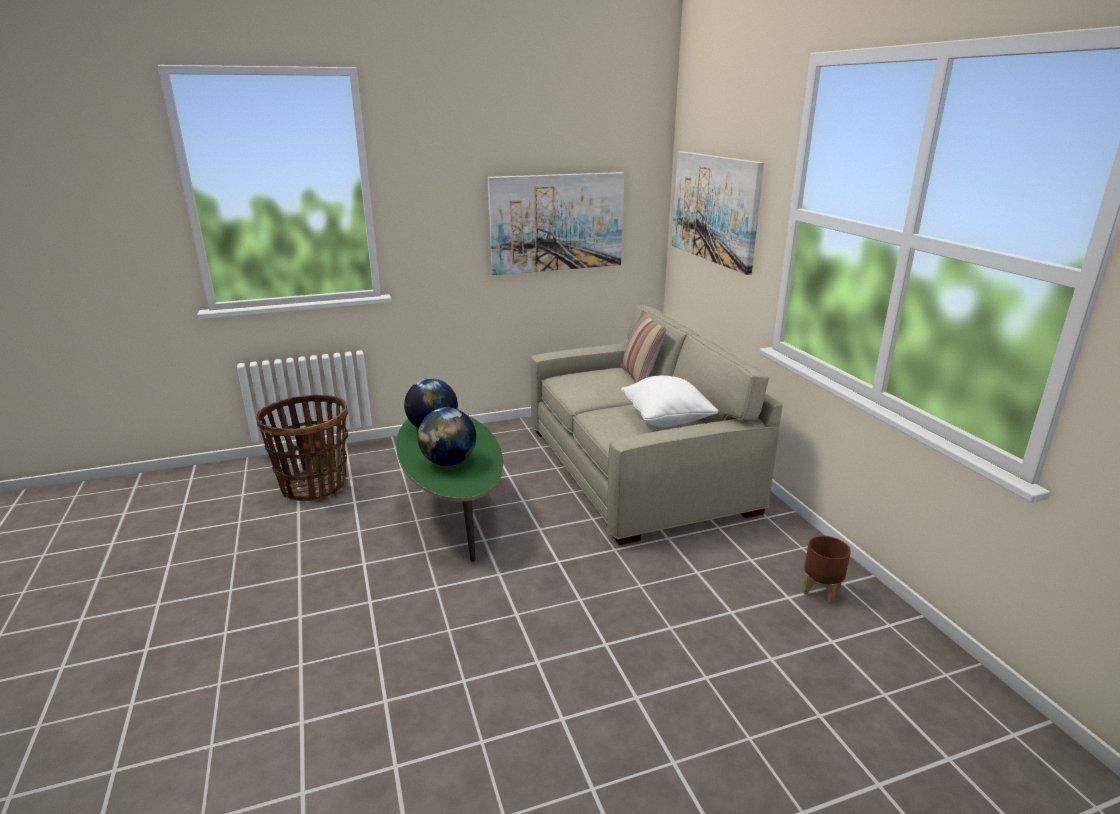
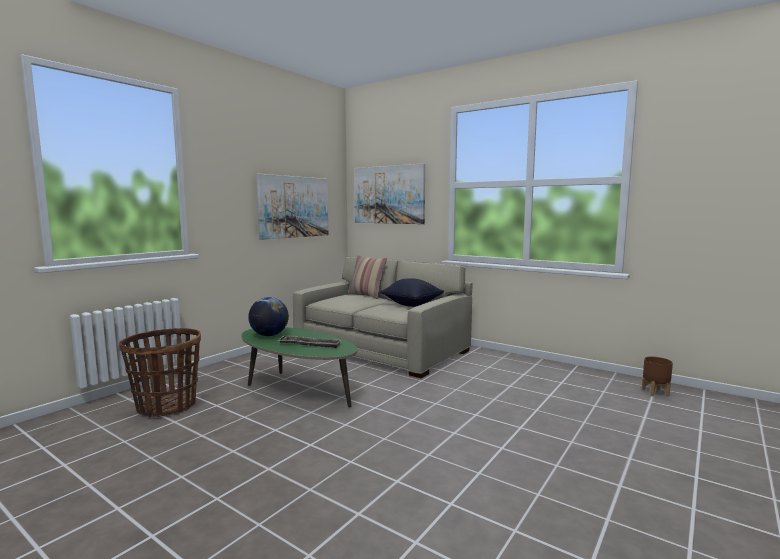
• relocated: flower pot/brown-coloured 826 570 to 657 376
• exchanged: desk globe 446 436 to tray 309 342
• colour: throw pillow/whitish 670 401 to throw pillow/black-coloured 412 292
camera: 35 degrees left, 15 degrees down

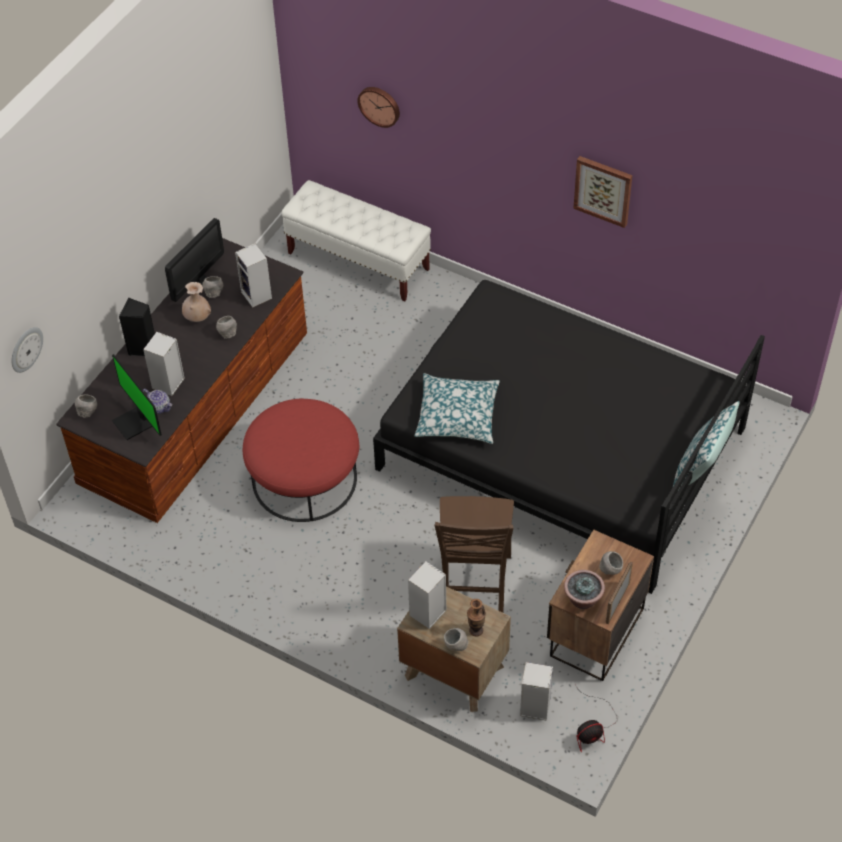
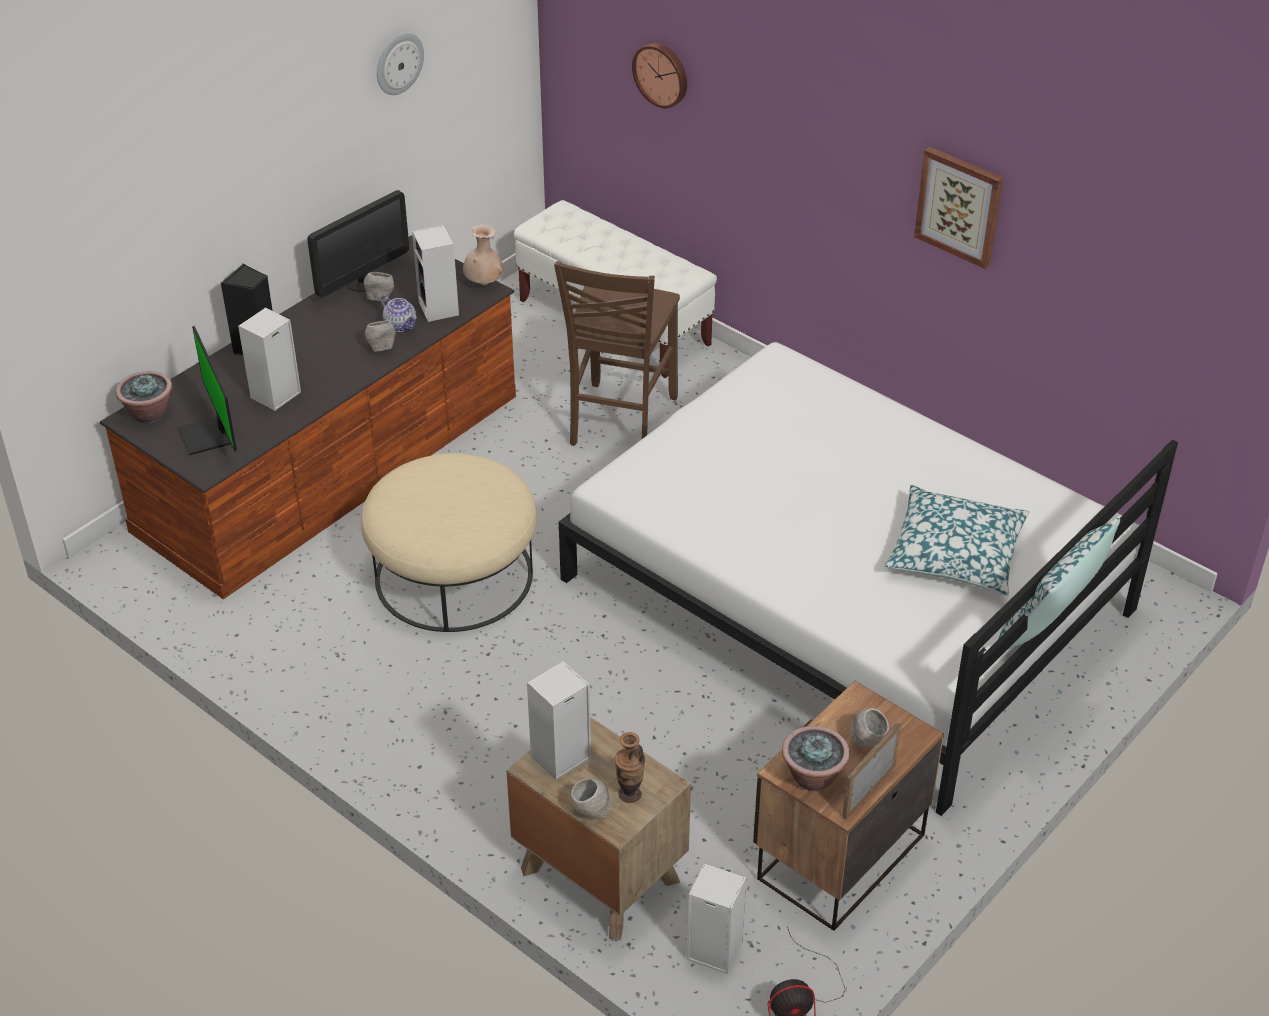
• relocated: clock on the wall 27 350 to 400 64
• relocated: pot for tea 157 401 to 399 313
• relocated: decorative vase/beige-coloured 196 302 to 483 254
• relocated: throw pillow 457 408 to 957 540
• relocated: upright chair/brown-coloured 474 554 to 617 353
• exchanged: deep dish/grey 86 406 to potted plant 143 397
• colour: ottoman/reddish 301 460 to ottoman/beige-coloured 449 542
• colour: bedroom bed/black-coloured 569 437 to bedroom bed/whitish 868 579
camera: 10 degrees right, 10 degrees down

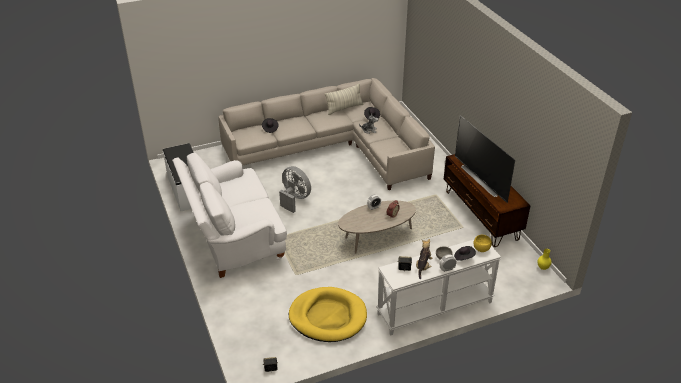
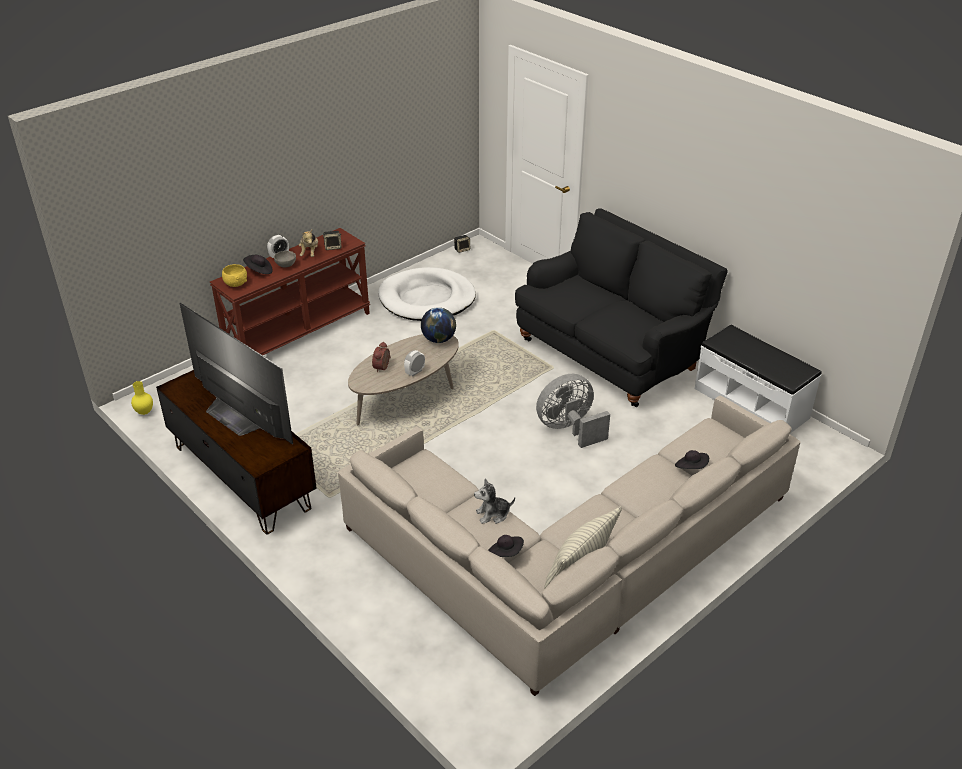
• appeared: desk globe 438 325
• colour: couch/whitish 229 215 to couch/black-coloured 621 307
• colour: dog cushion/yellow 328 314 to dog cushion/whitish 427 294
• colour: hall table/whitish 439 288 to hall table/brown-coloured 290 291
• spun: cooling fan/grey 295 189 = 573 411 135 degrees clockwise
camera: 160 degrees right, 0 degrees up

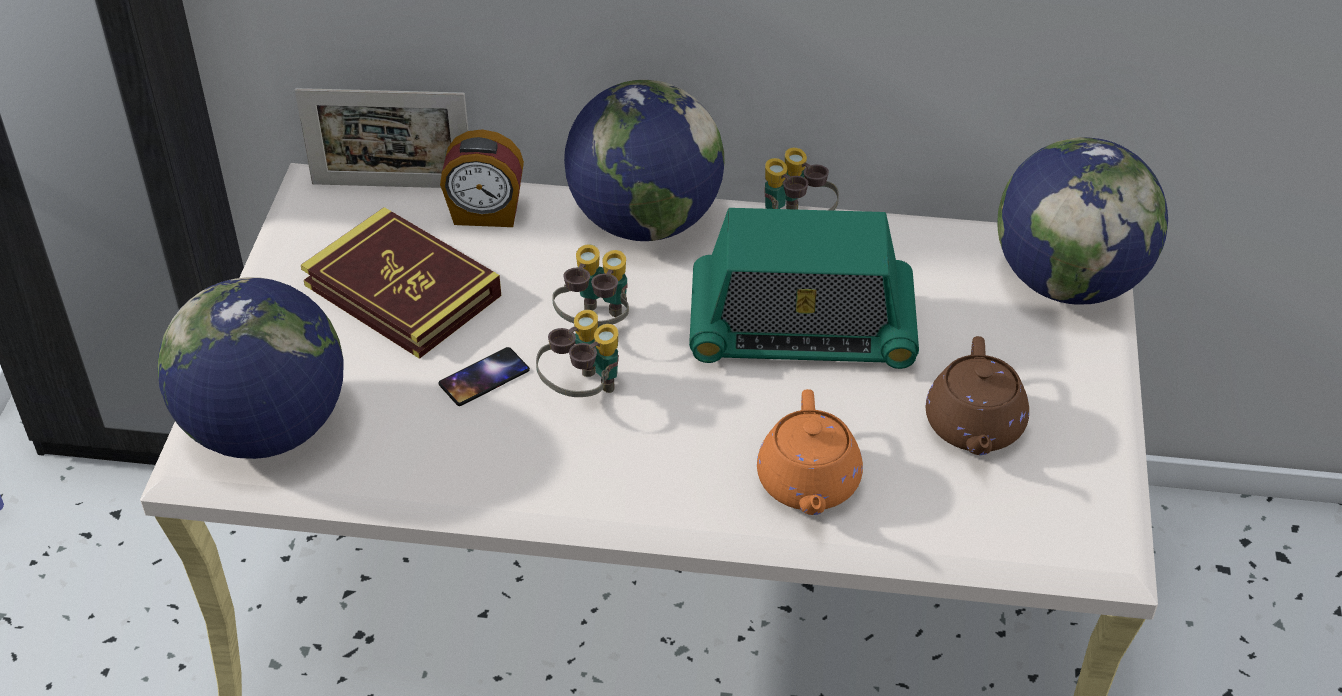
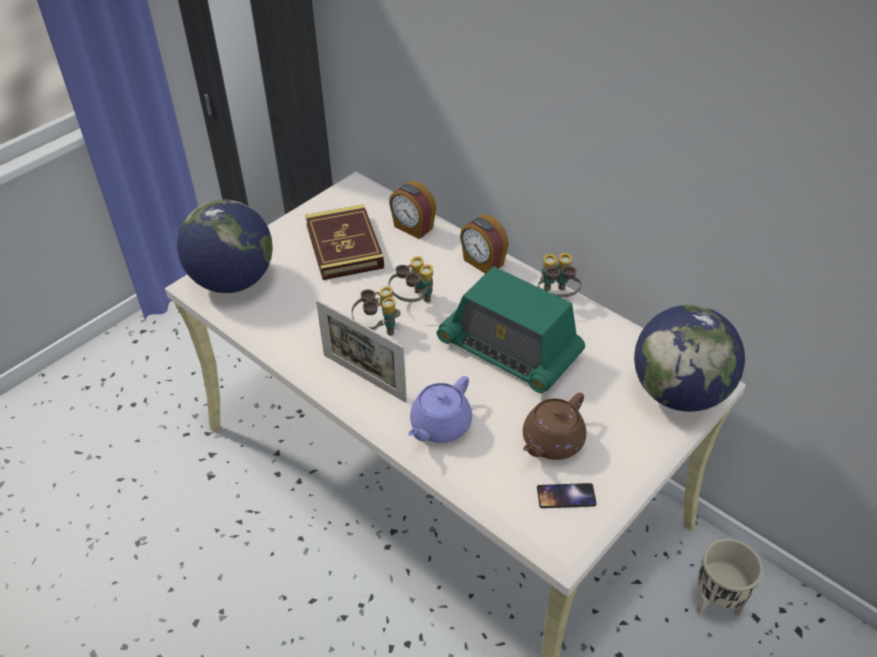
• appeared: flower pot/beige-coloured 729 577
• relocated: standing frame 381 138 to 361 351
• relocated: phone 484 376 to 566 495
• exchanged: desk globe 644 160 to table clock 484 244
• colour: pot for tea/orange 810 452 to pot for tea/purple 440 409
camera: 35 degrees right, 0 degrees up

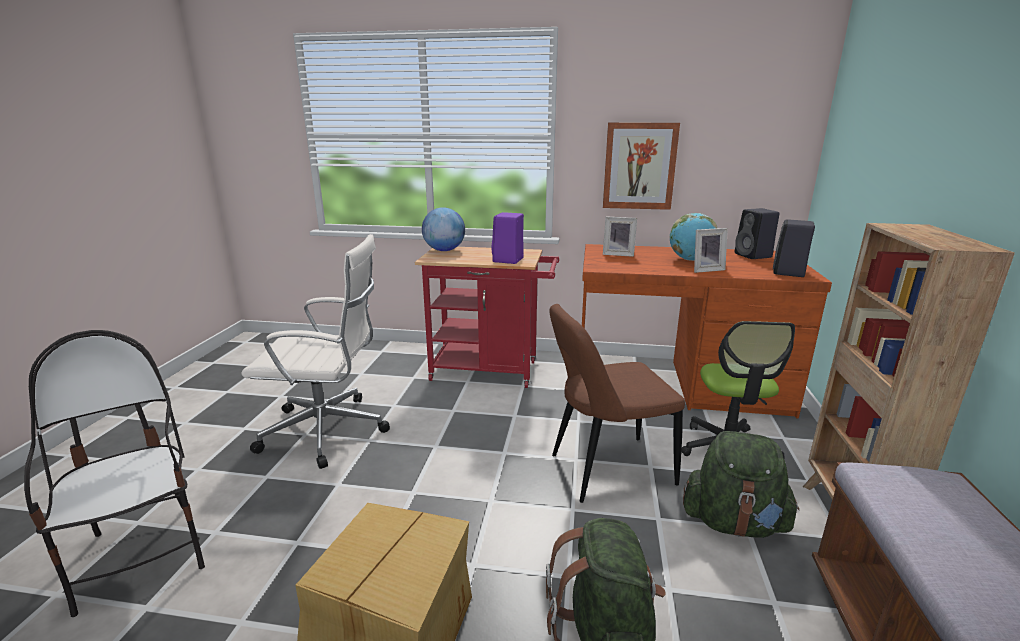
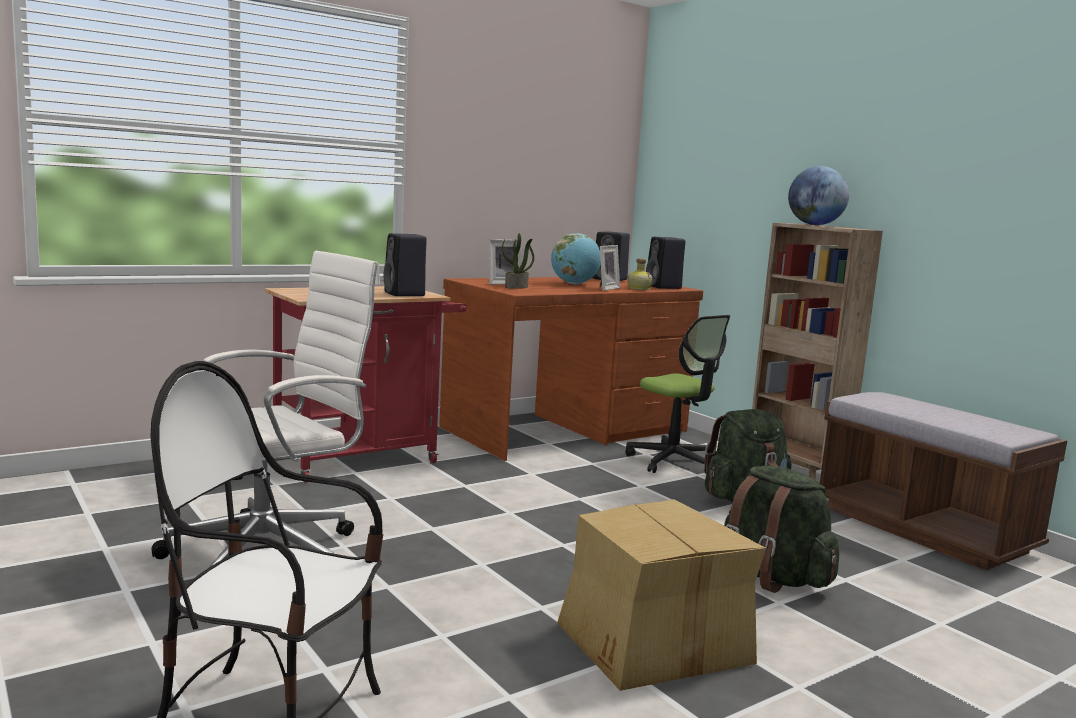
• missing: upright chair/brown-coloured 617 403
• missing: picture 641 166
• appeared: potted plant 518 261
• appeared: bottle 640 274
• relocated: desk globe 443 229 to 818 195
• colour: speaker/purple 508 238 to speaker/black-coloured 405 264
camera: 45 degrees left, 10 degrees down

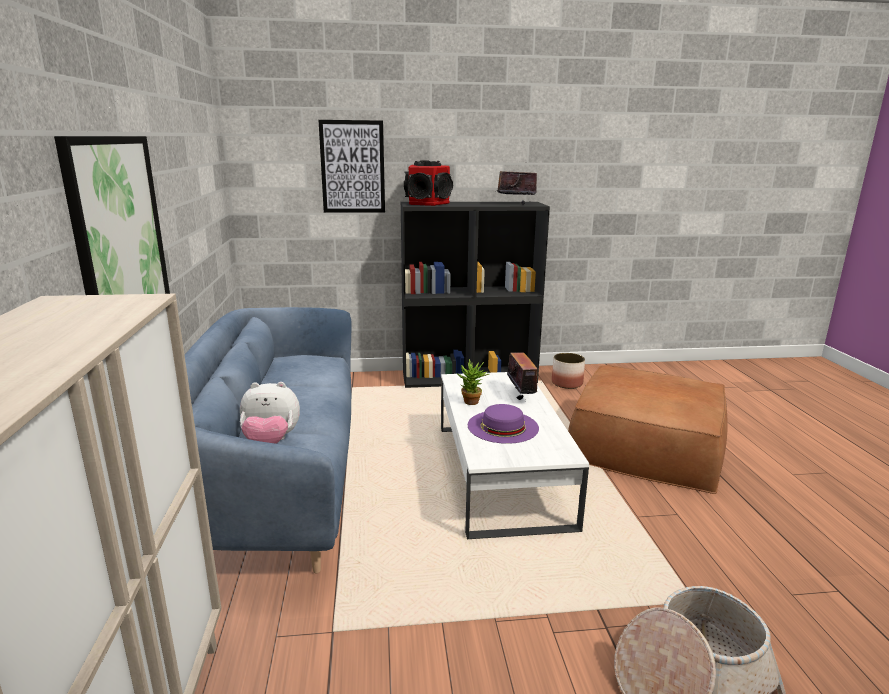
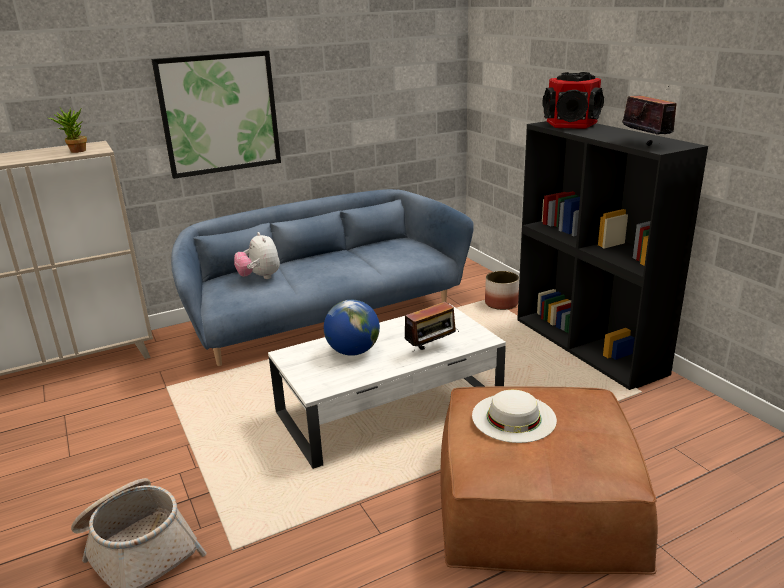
• missing: picture 351 166
• appeared: clothing hat/whitish 514 416
• relocated: potted plant 473 382 to 67 130
• relocated: flower pot 568 371 to 502 290
• exchanged: clothing hat/purple 503 424 to desk globe 352 328
camera: 70 degrees right, 5 degrees up

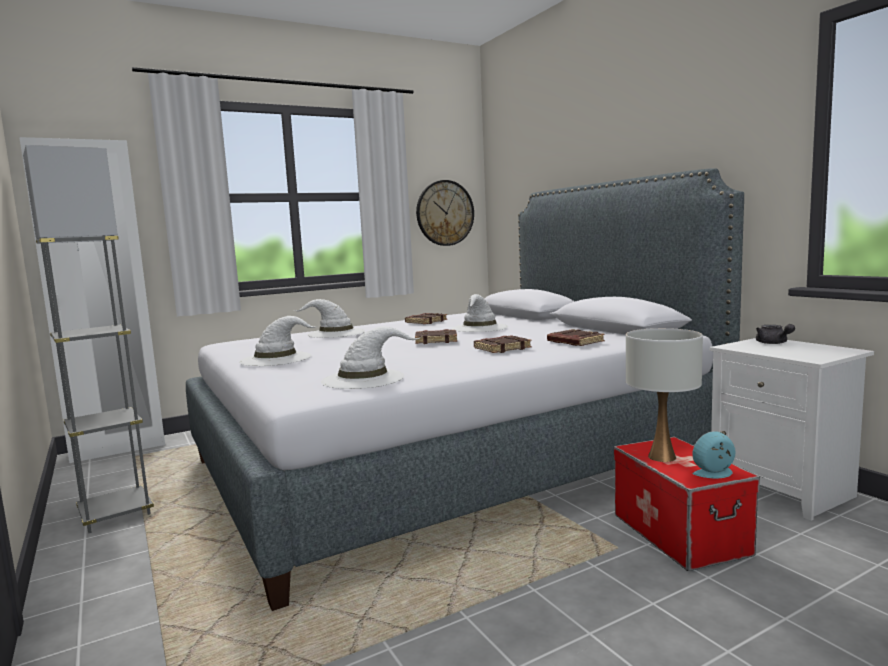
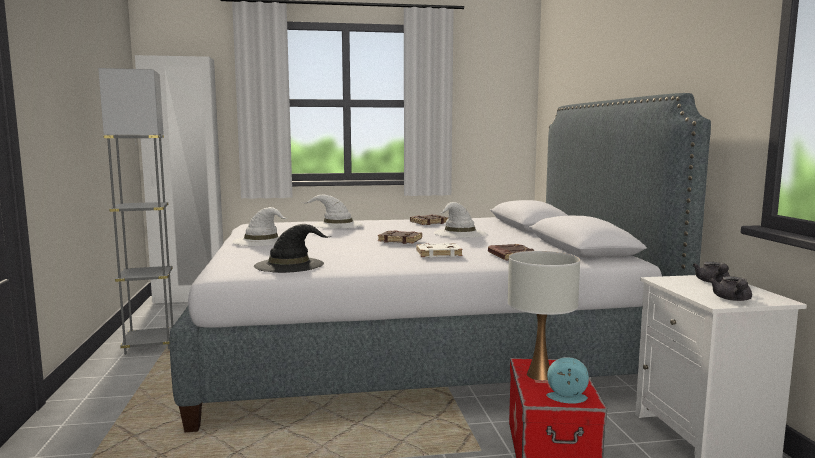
• missing: clock on the wall 445 213
• appeared: pot for tea/grey 730 288
• colour: clothing hat/whitish 370 357 to clothing hat/black-coloured 292 248
• colour: bound book/brown-coloured 503 344 to bound book/whitish 439 250
camera: 20 degrees right, 0 degrees up

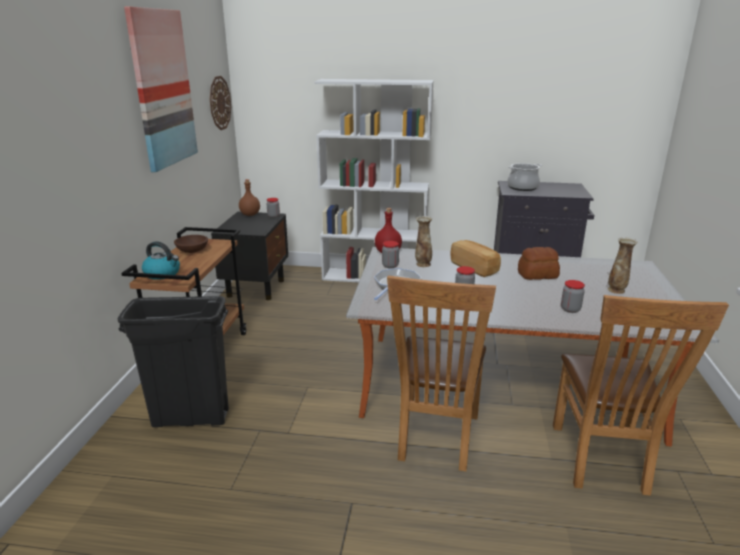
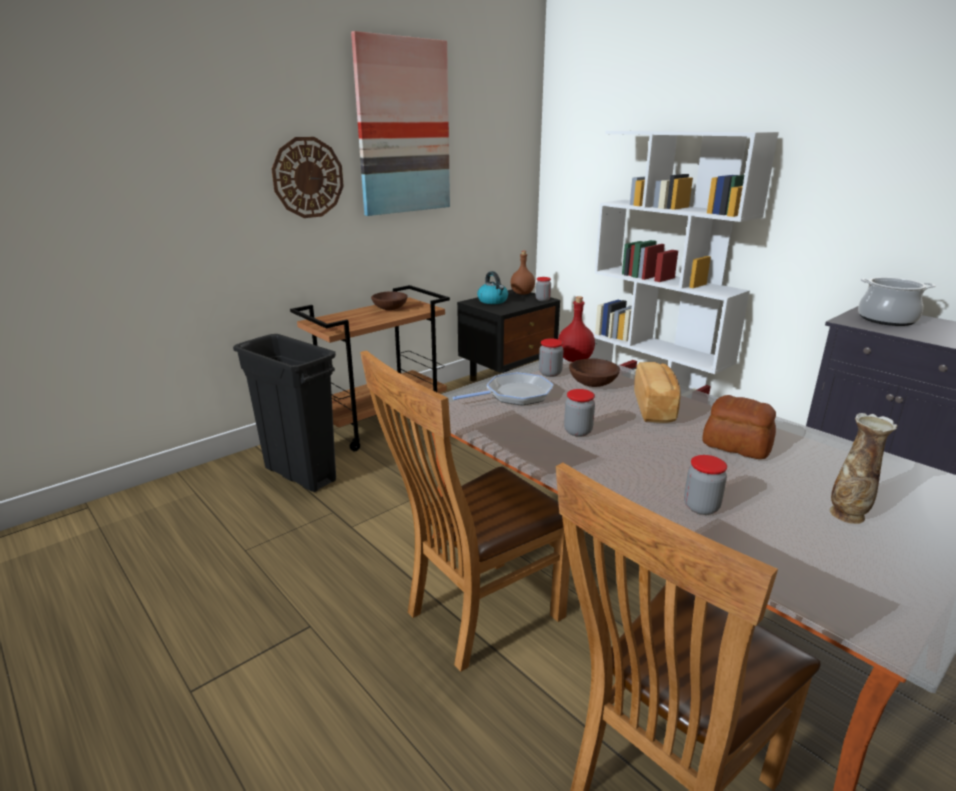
• relocated: water kettle 161 260 to 492 287
• relocated: clock on the wall 220 103 to 307 177
• exchanged: decorative vase 423 241 to deep dish/brown-coloured 594 372
camera: 40 degrees right, 0 degrees up

